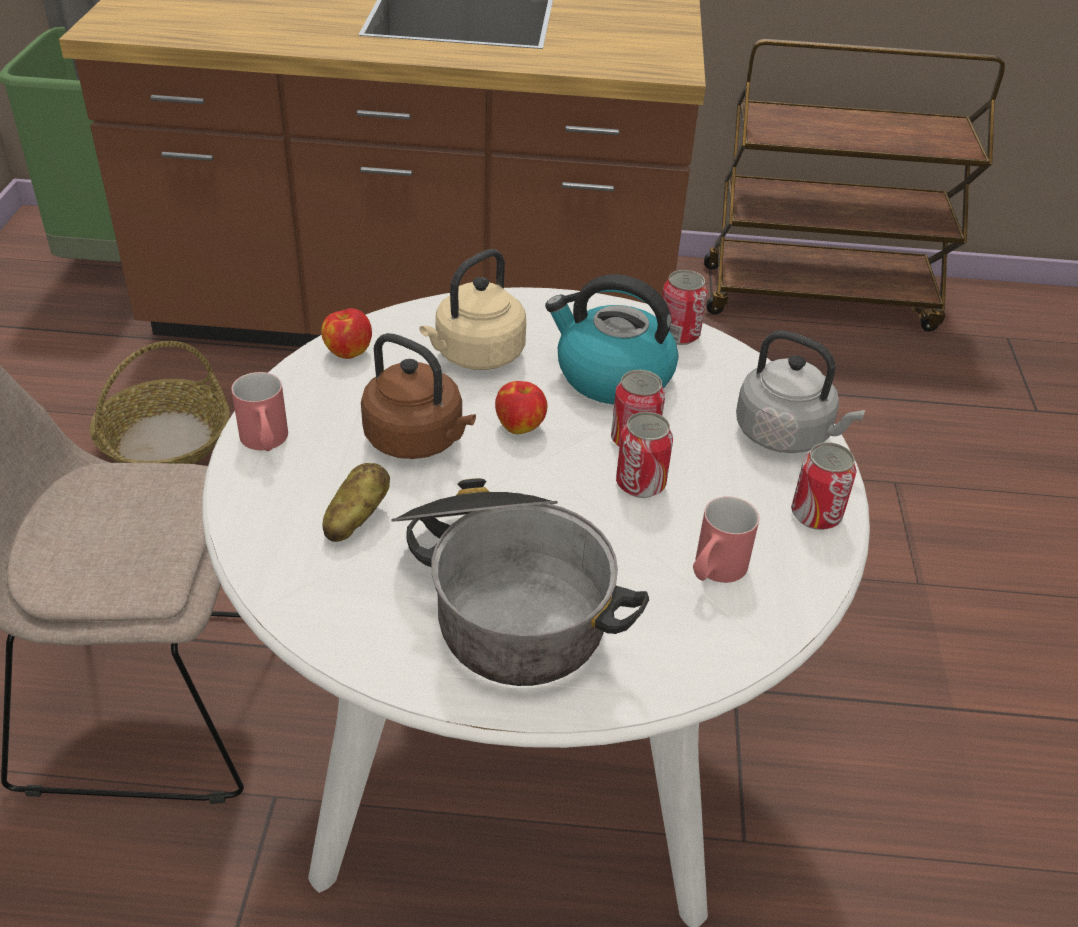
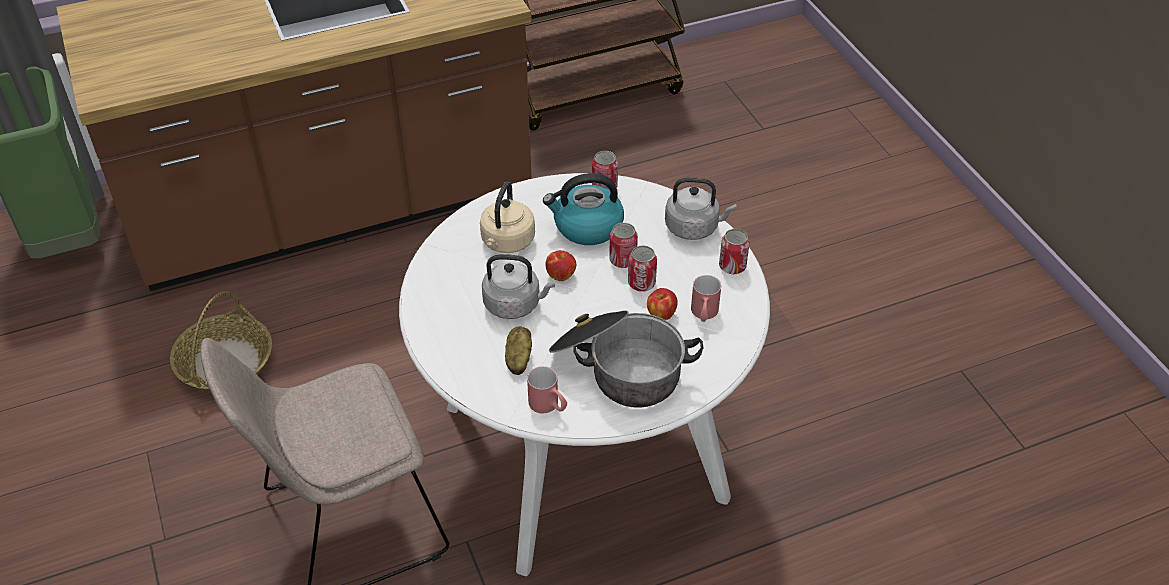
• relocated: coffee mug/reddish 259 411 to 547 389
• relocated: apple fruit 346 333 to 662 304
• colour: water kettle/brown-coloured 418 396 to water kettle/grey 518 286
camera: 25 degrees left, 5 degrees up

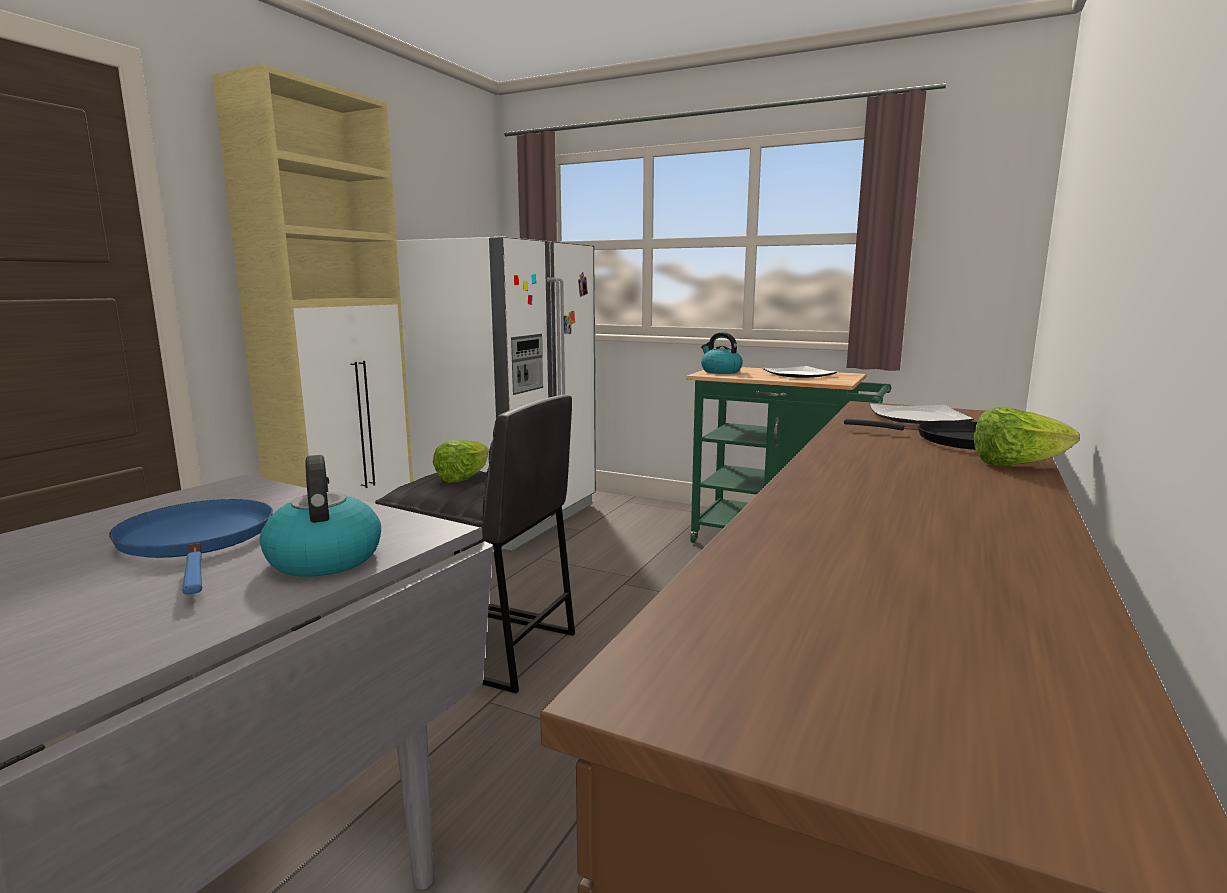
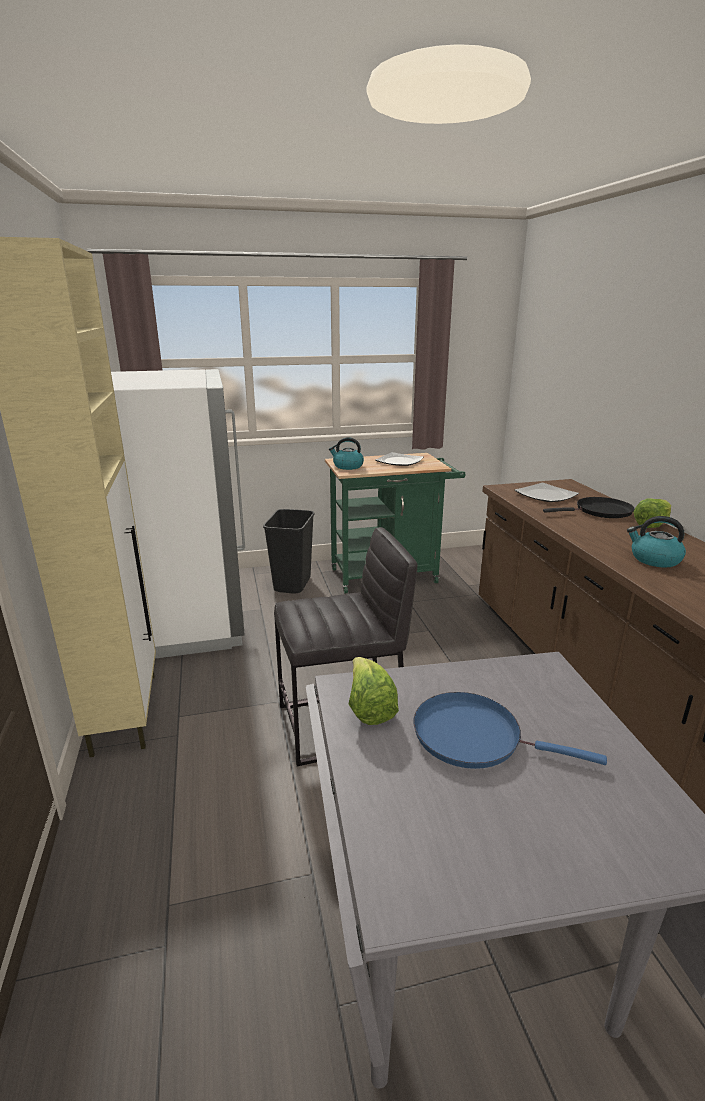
• appeared: waste bin/black-coloured 289 551
• relocated: water kettle 320 516 to 656 542
• relocated: head of lettuce 461 461 to 373 691
camera: 40 degrees left, 10 degrees up

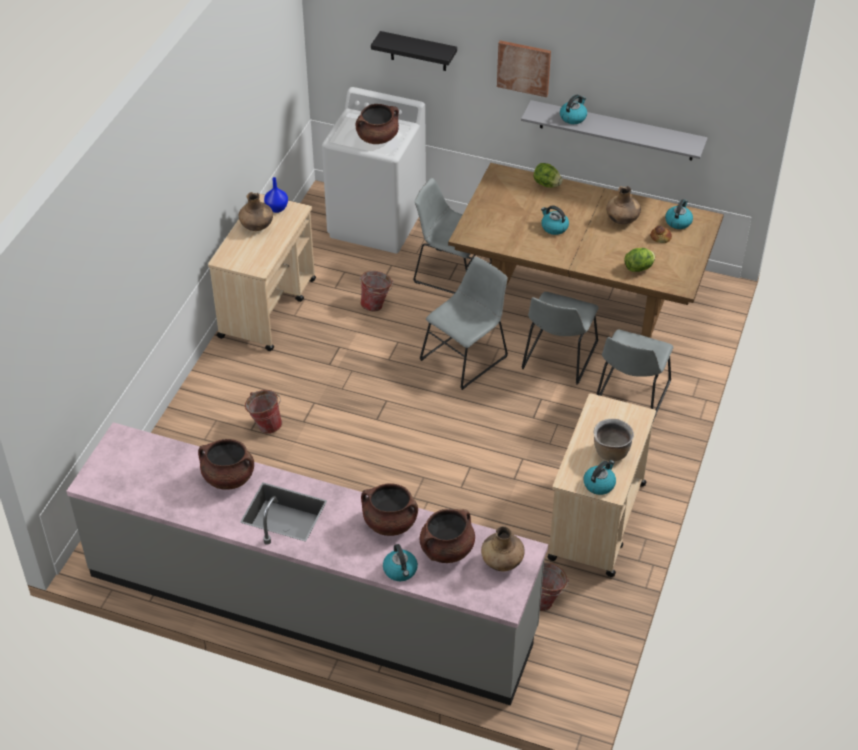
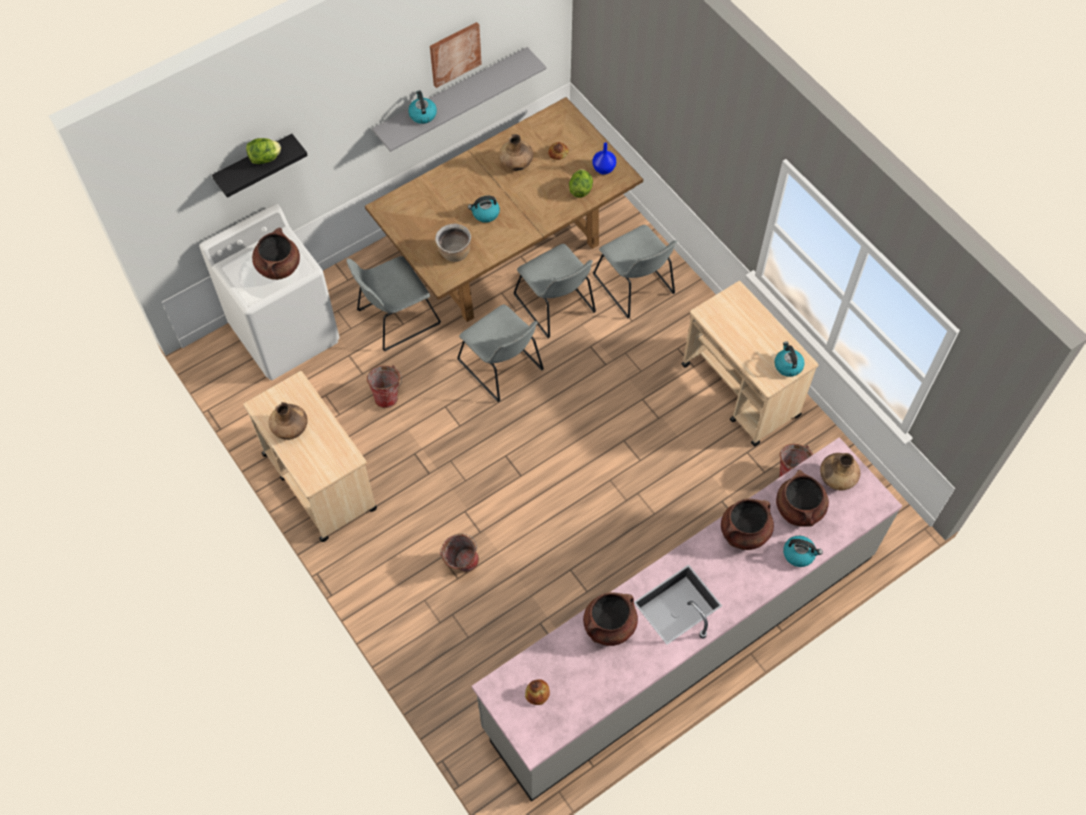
• missing: water kettle 679 214
• appeared: baked bread 537 692
• relocated: decorative vase/bluish 276 195 to 604 158
• relocated: picture 524 68 to 456 55
• relocated: head of lettuce 548 175 to 263 151
• relocated: saucepot/brown-coloured 613 440 to 453 243
• spun: upright chair/grey 464 323 = 500 353 150 degrees clockwise
camera: 55 degrees left, 15 degrees up

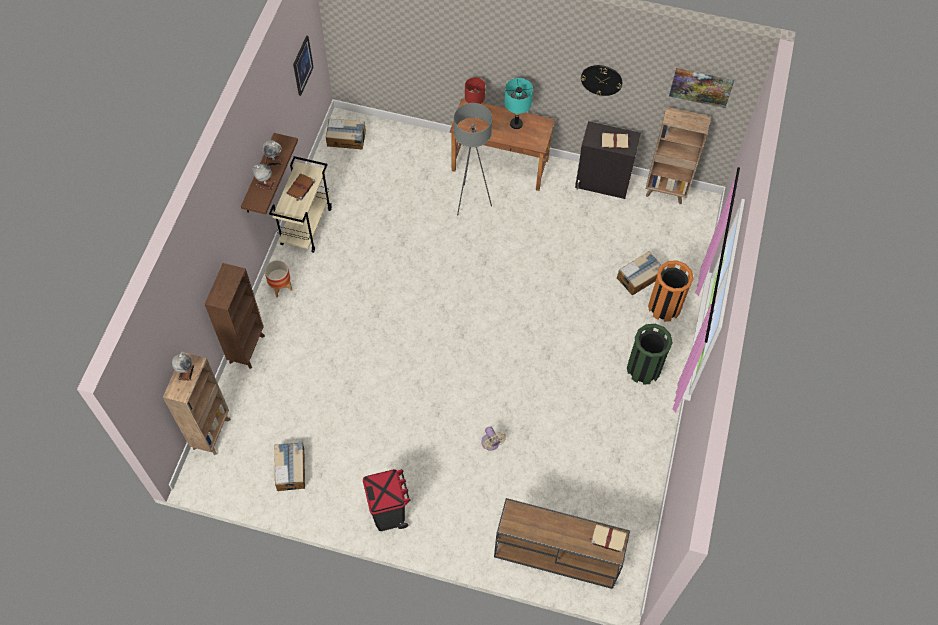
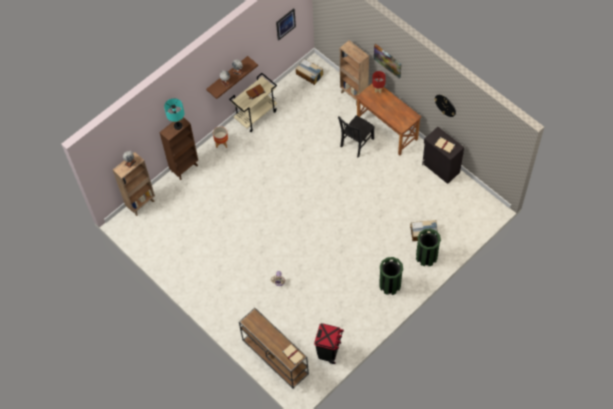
• missing: packing box 289 466
• relocated: waste bin/black-coloured 387 500 to 329 343
• relocated: lamp for a table/blue-green 518 103 to 174 114
• relocated: shelving unit/brown-coloured 678 155 to 354 73
• relocated: picture 701 88 to 388 61
• exchanged: standard lamp/grey 473 159 to upright chair/black-coloured 356 136
• colour: waste bin/orange 671 291 to waste bin/green 428 248
camera: 35 degrees right, 0 degrees up

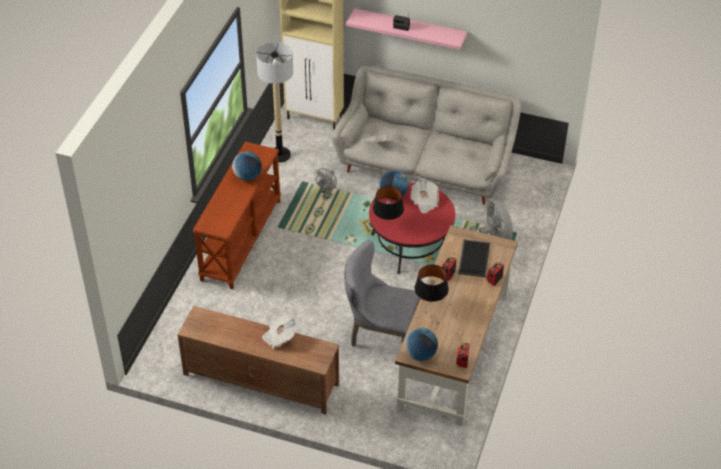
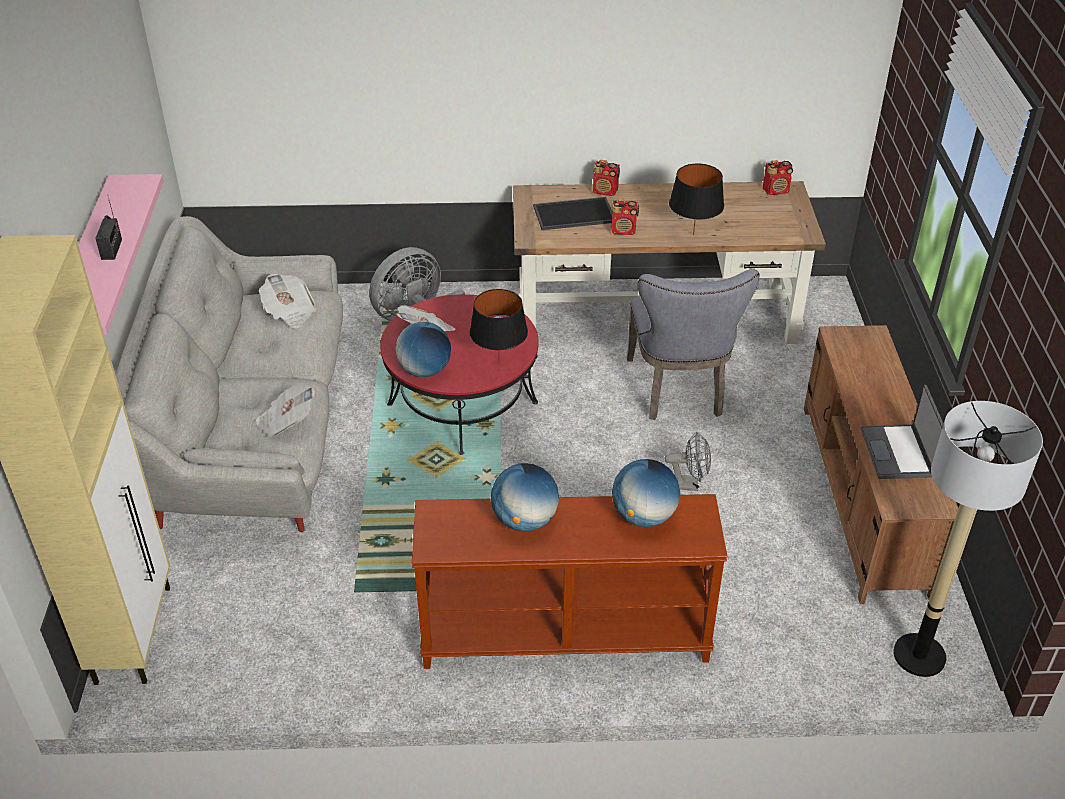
• appeared: notebook computer 902 432
• relocated: standard lamp 274 102 to 968 539
• relocated: newspaper 279 331 to 288 300
• relocated: cooling fan/grey 325 181 to 688 461
• relocated: desk globe 421 344 to 646 493
camera: 110 degrees left, 5 degrees down

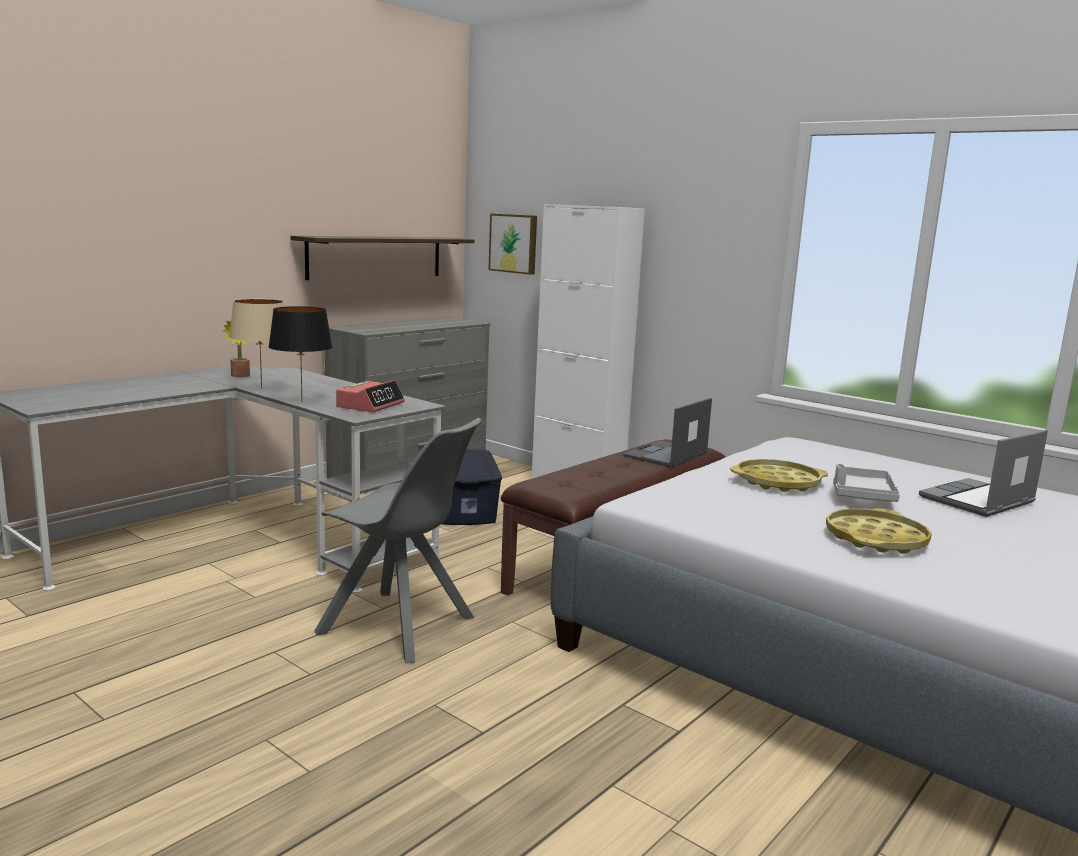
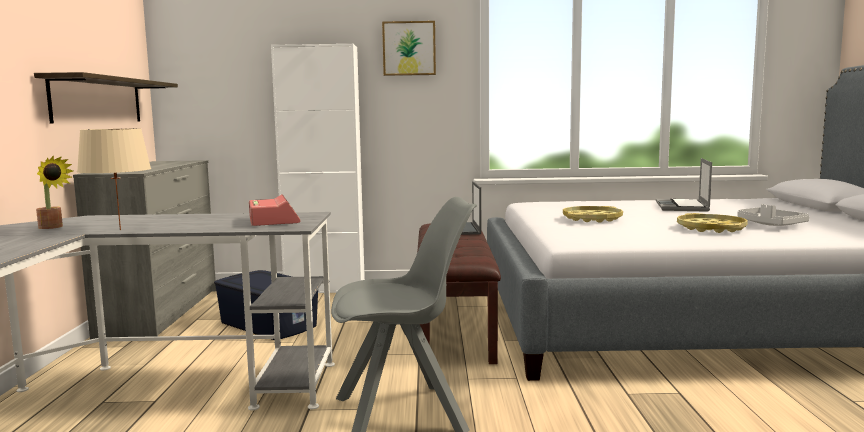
• missing: lamp for a table/black-coloured 300 354
• relocated: picture 512 244 to 409 48
• relocated: tray/grey 866 482 to 773 215
camera: 40 degrees left, 5 degrees down

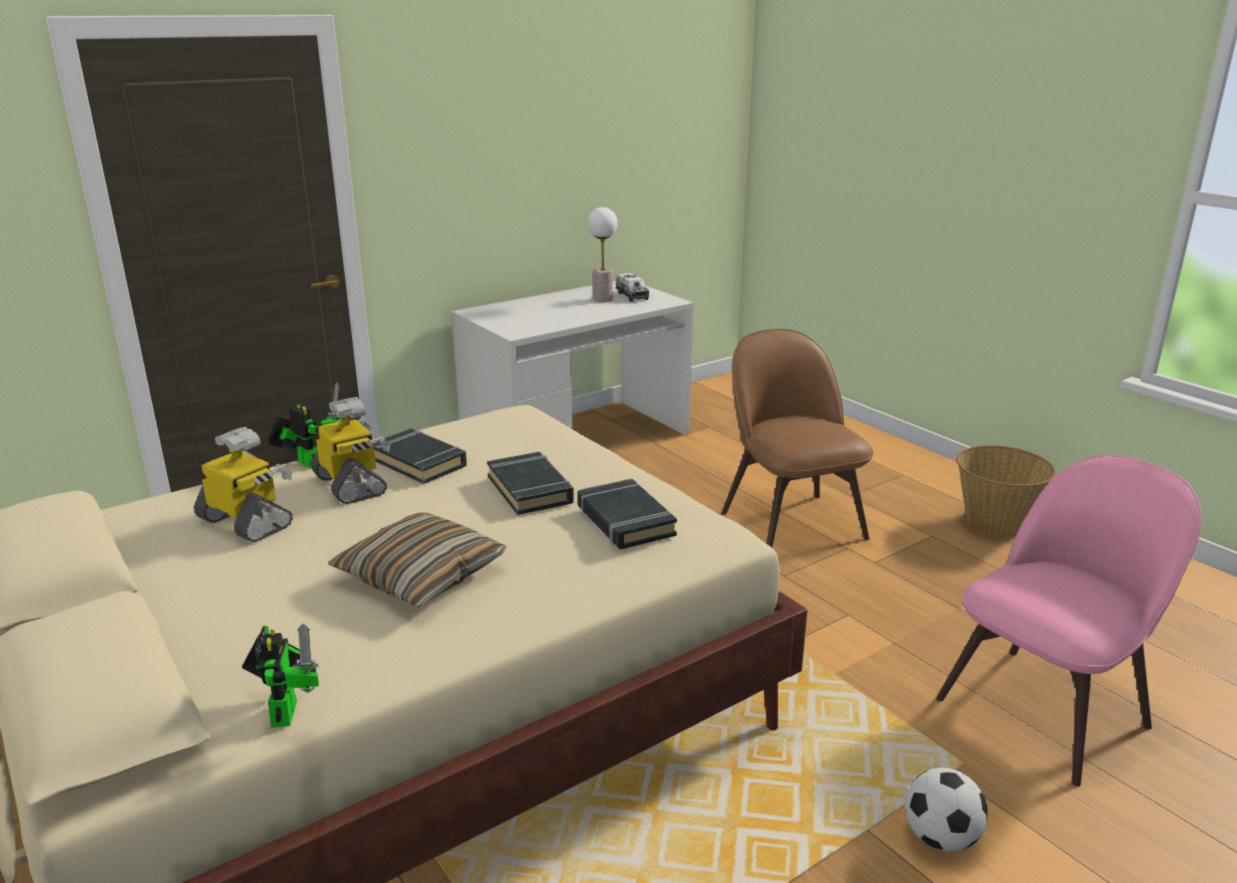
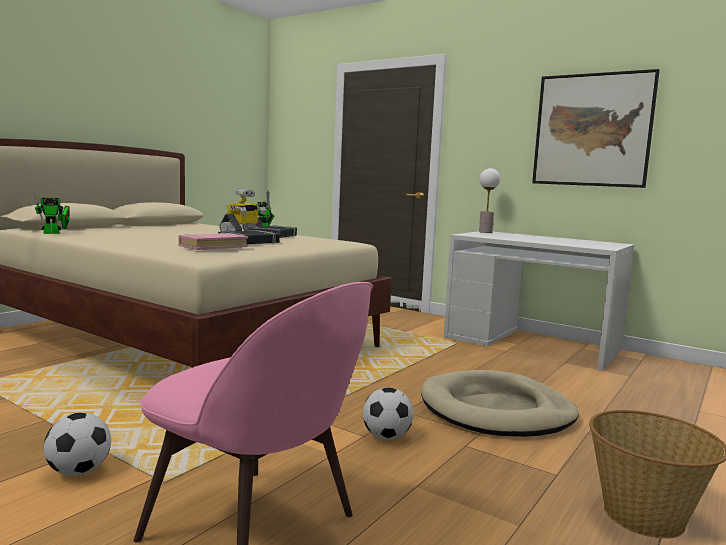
• missing: model robot 243 484
• missing: throw pillow 417 559
• missing: toy lorry 632 287
• appeared: football 388 413
• appeared: picture 596 128
• relocated: lamp for a table 602 254 to 489 200
• exchanged: upright chair/brown-coloured 797 438 to dog cushion/beige-coloured 500 403
• colour: bound book/black-coloured 627 514 to bound book/pinkish 213 241
camera: 70 degrees right, 15 degrees down

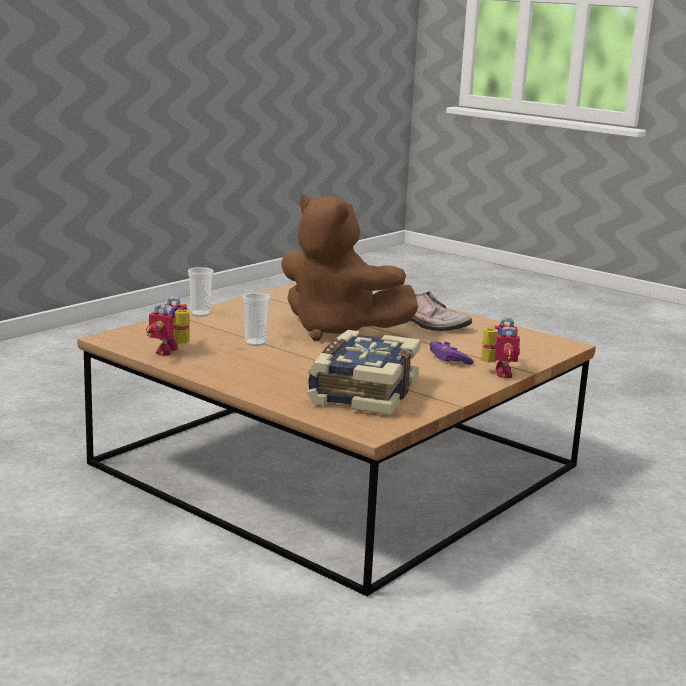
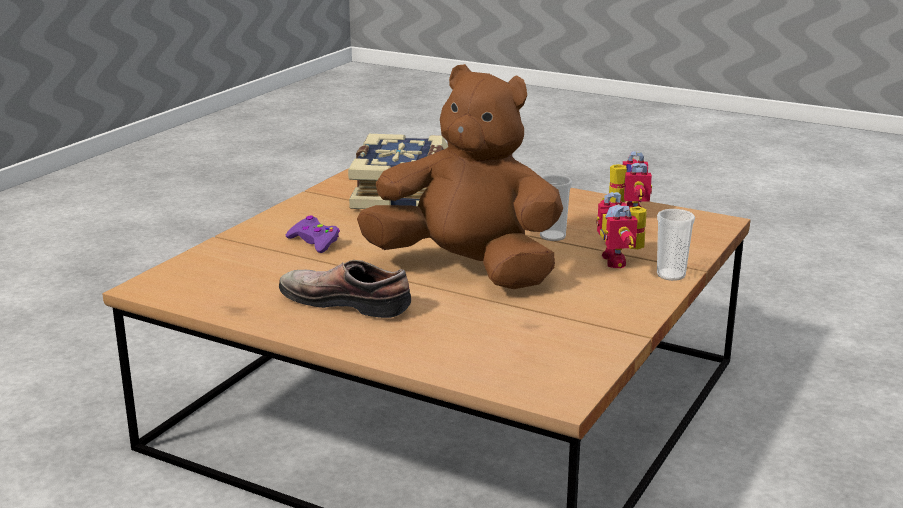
• relocated: model robot 500 347 to 621 230
camera: 170 degrees right, 5 degrees up

